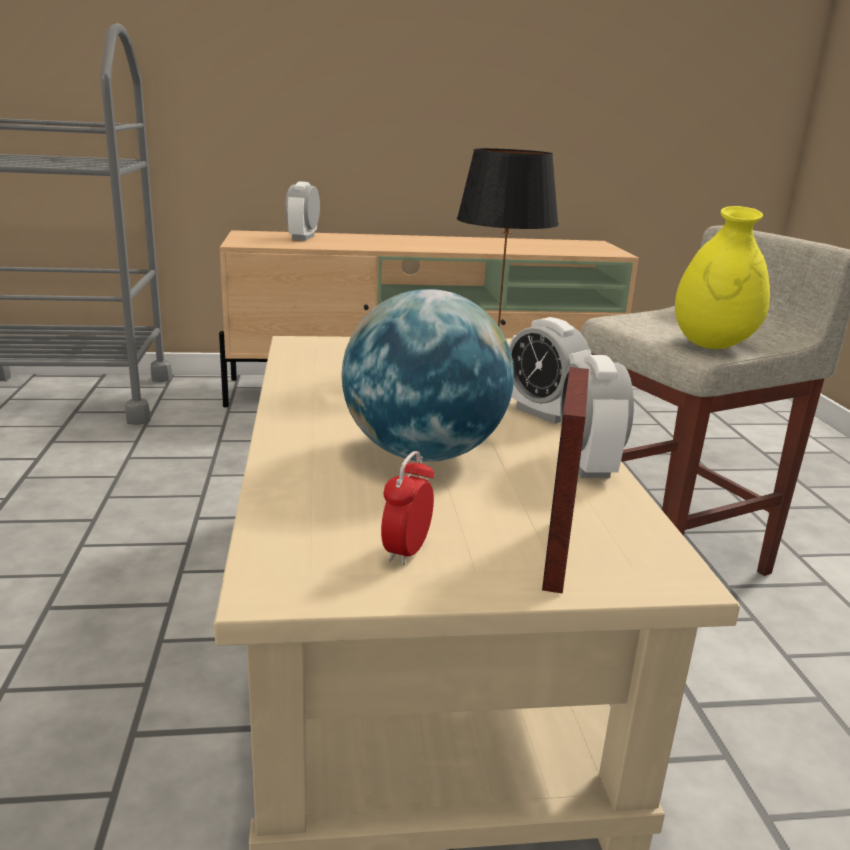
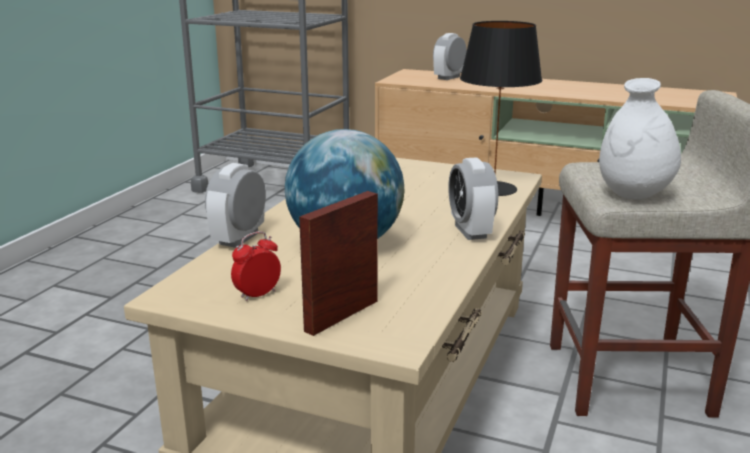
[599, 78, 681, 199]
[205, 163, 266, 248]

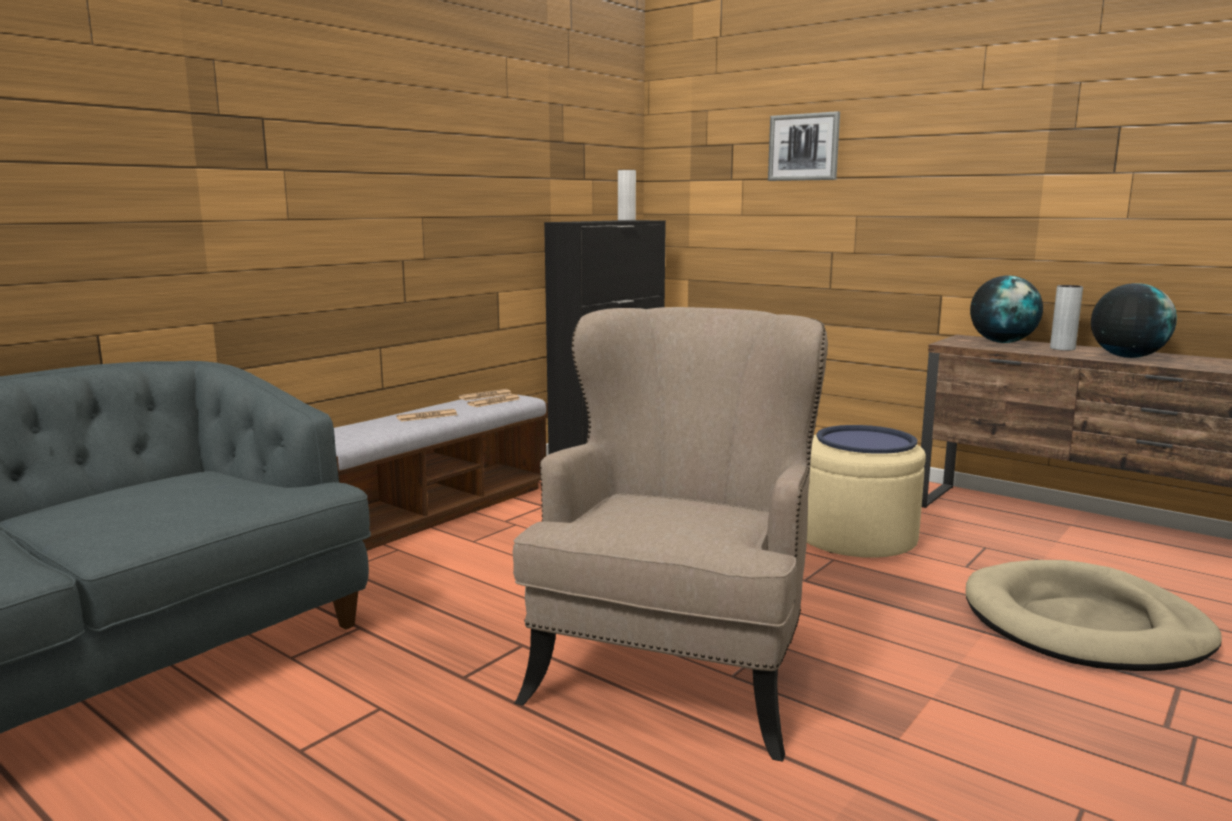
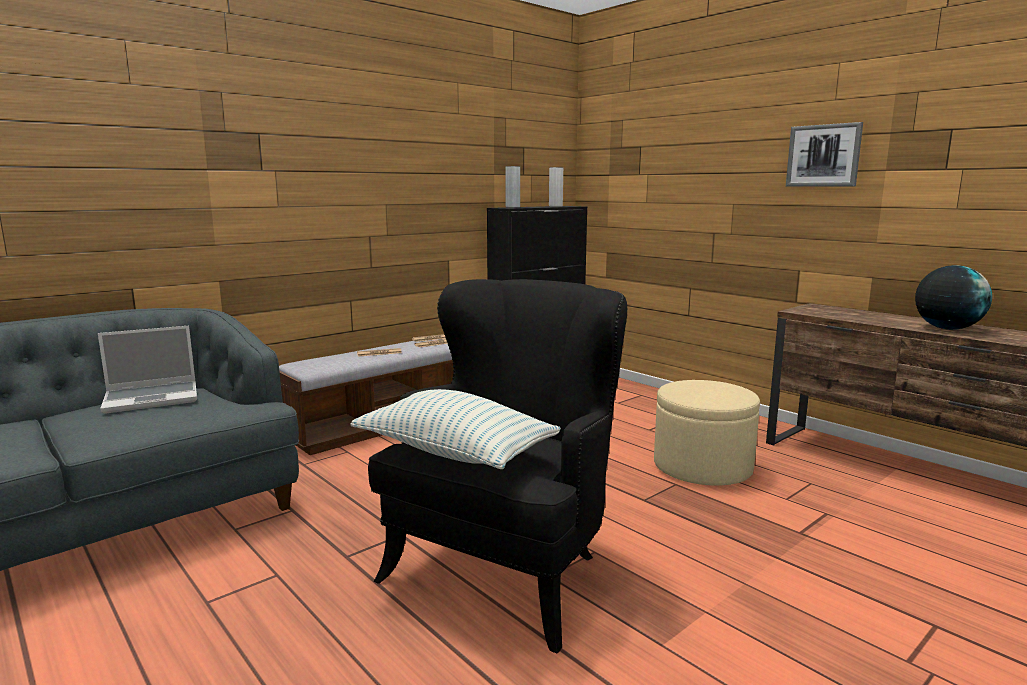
[786, 122, 863, 187]
[970, 276, 1043, 343] (first image)
[505, 166, 520, 208]
[368, 279, 627, 653]
[816, 425, 917, 454] (first image)
[966, 560, 1222, 671] (first image)
[98, 326, 197, 414]
[350, 389, 561, 469]

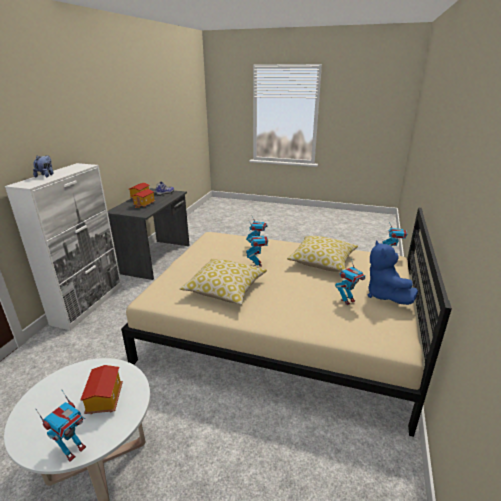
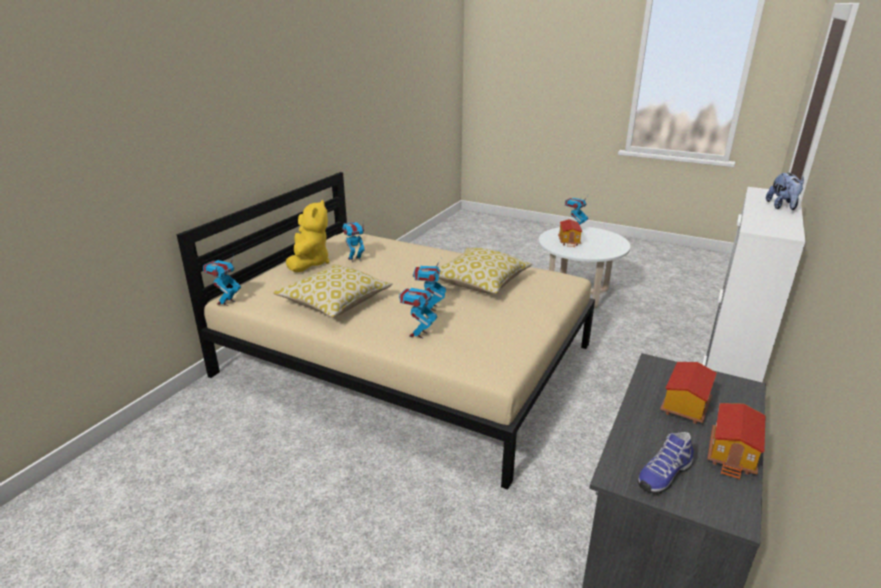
[286, 200, 329, 272]

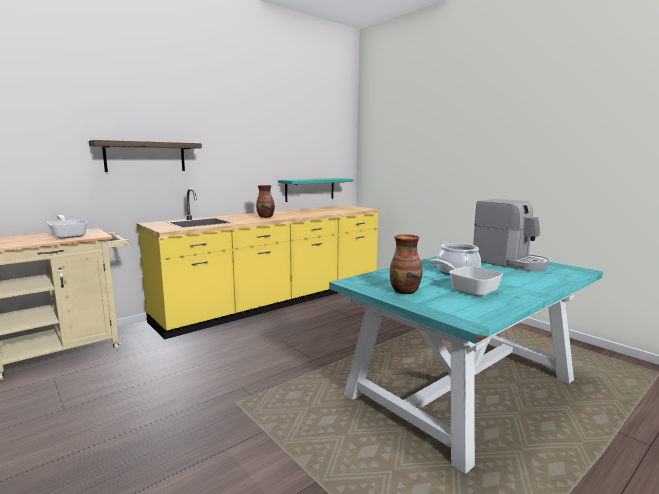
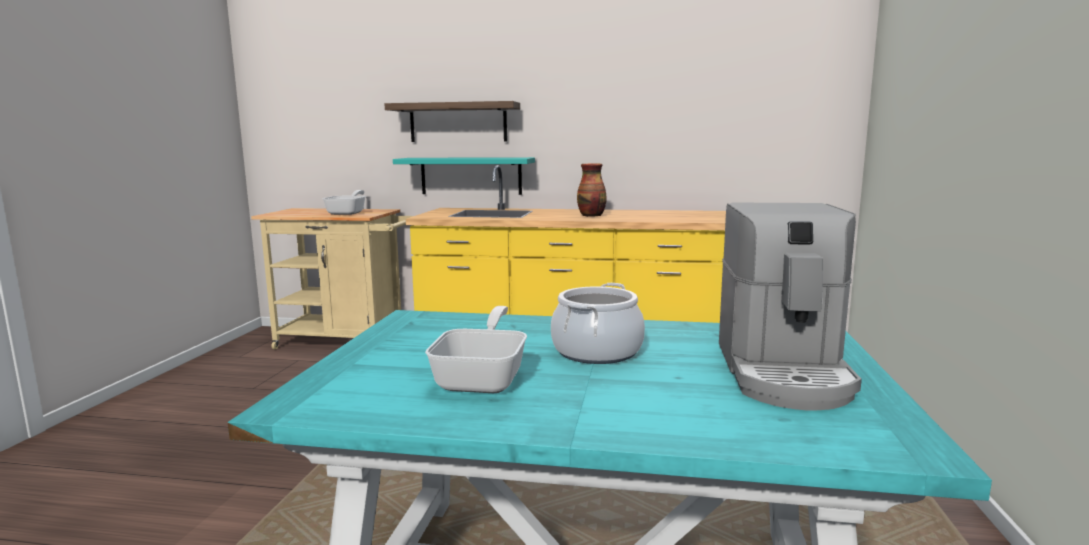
[393, 157, 535, 195]
[390, 234, 422, 295] (first image)

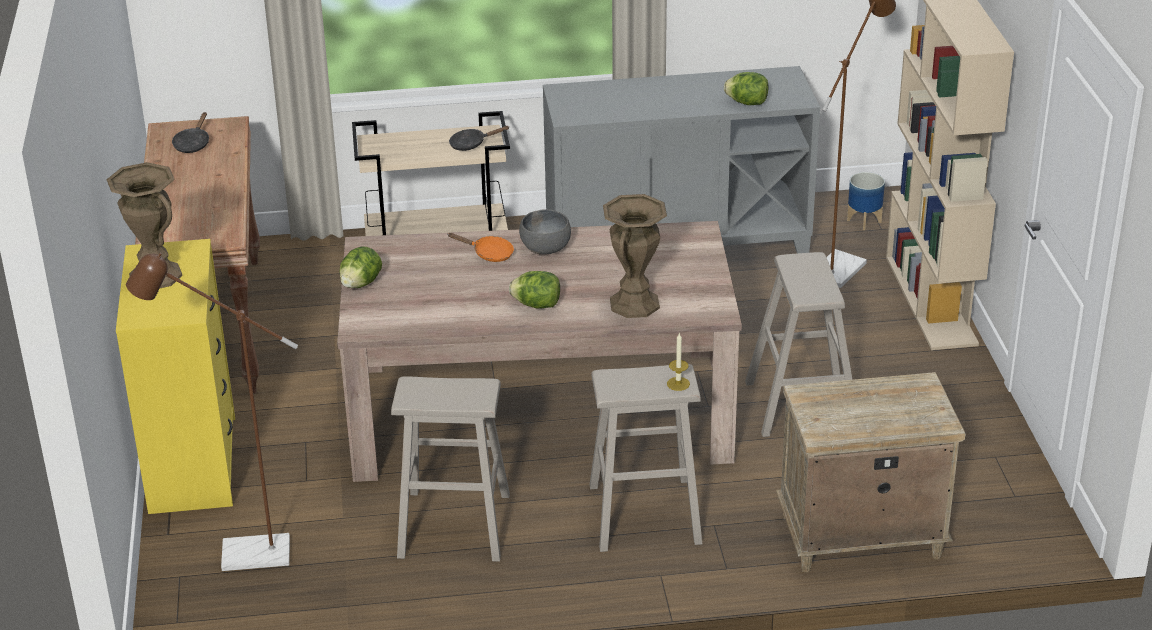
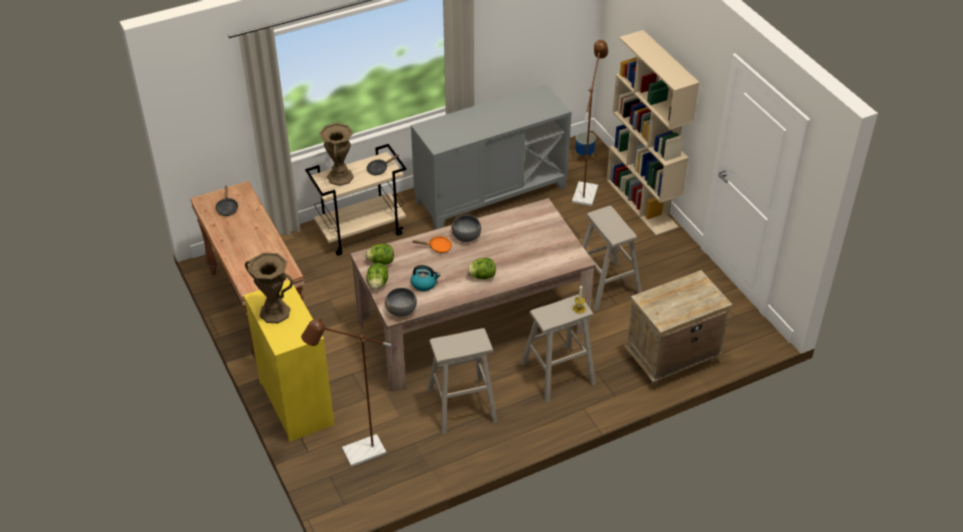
[365, 244, 394, 265]
[319, 123, 354, 186]
[411, 265, 440, 291]
[385, 288, 417, 317]

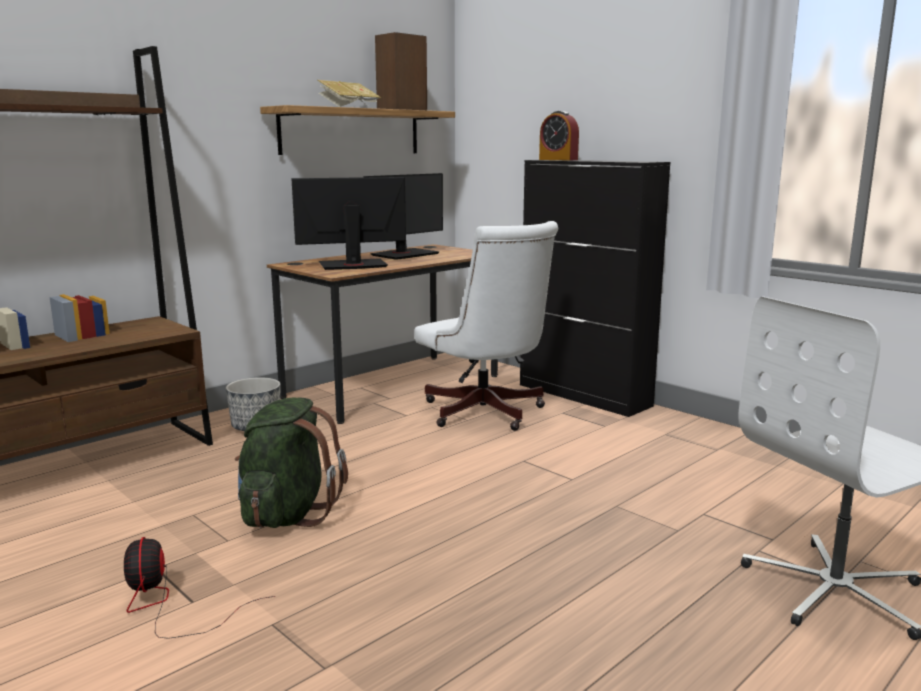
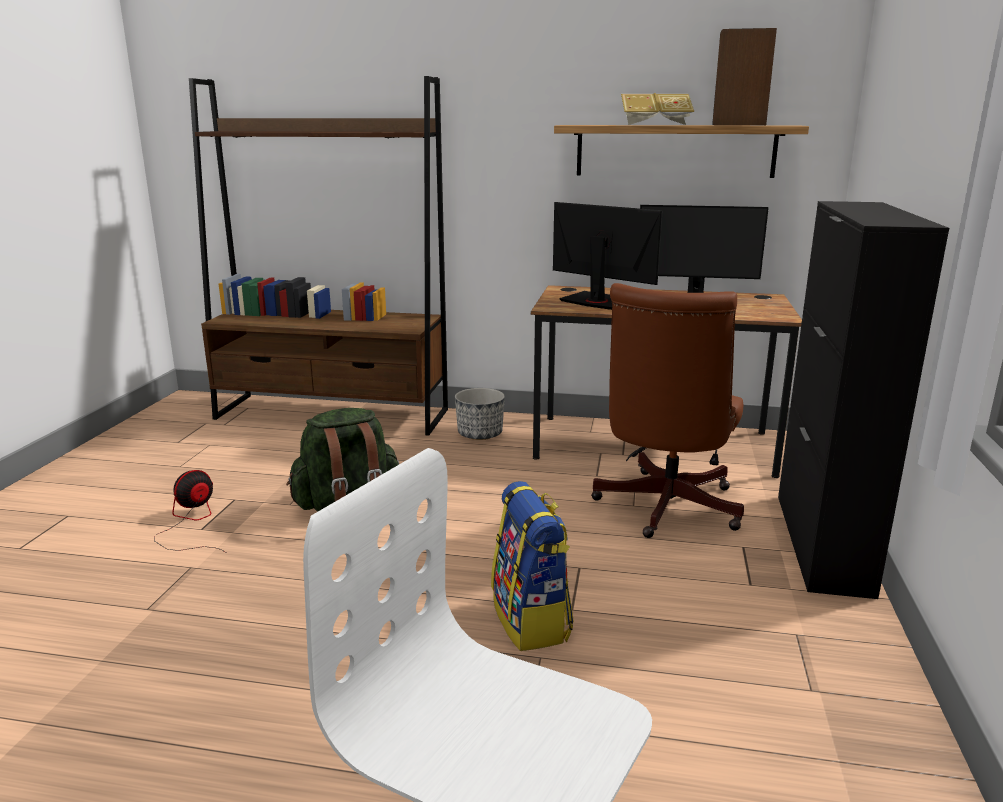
[539, 111, 579, 160] (first image)
[591, 283, 744, 538]
[491, 481, 574, 651]

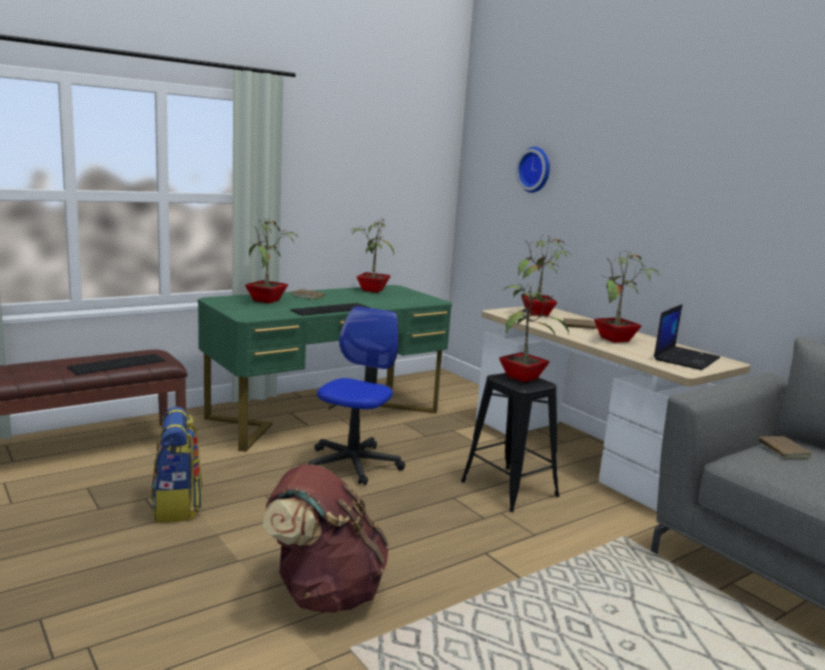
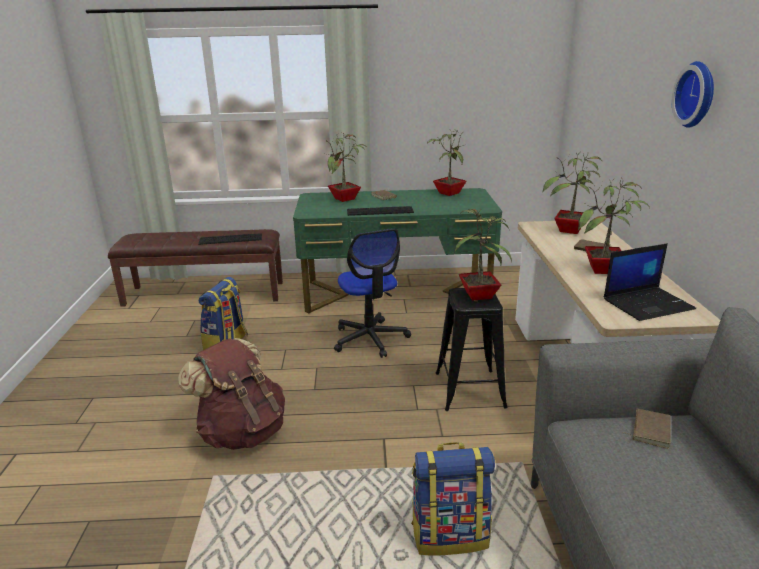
[672, 61, 714, 128]
[334, 229, 411, 358]
[411, 442, 495, 555]

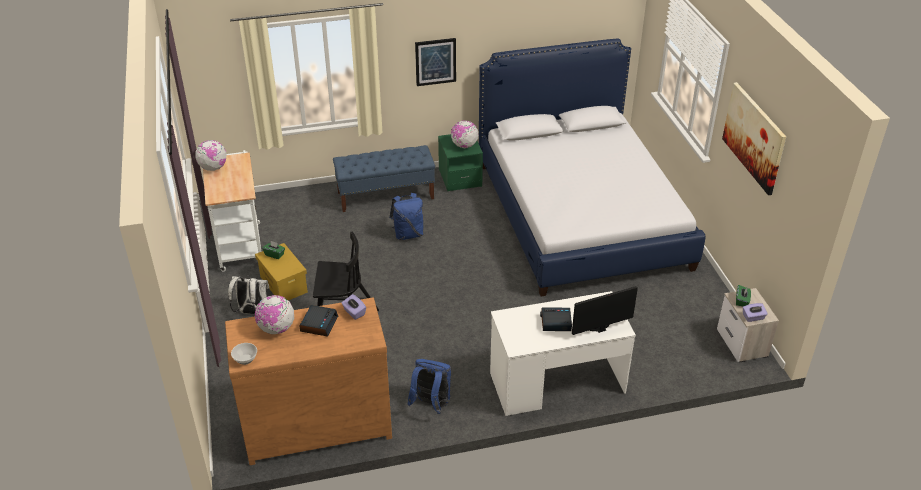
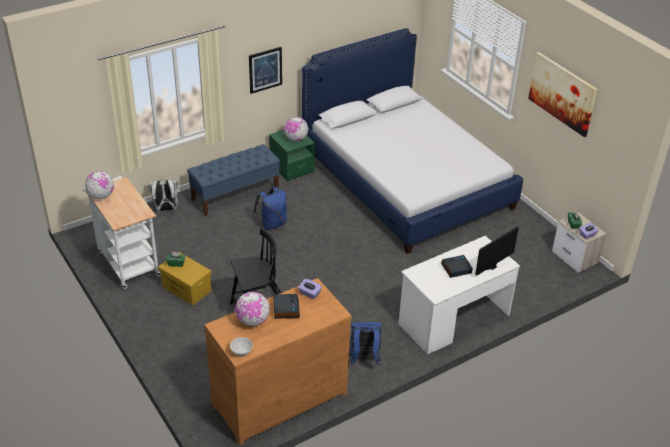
[148, 179, 178, 211]

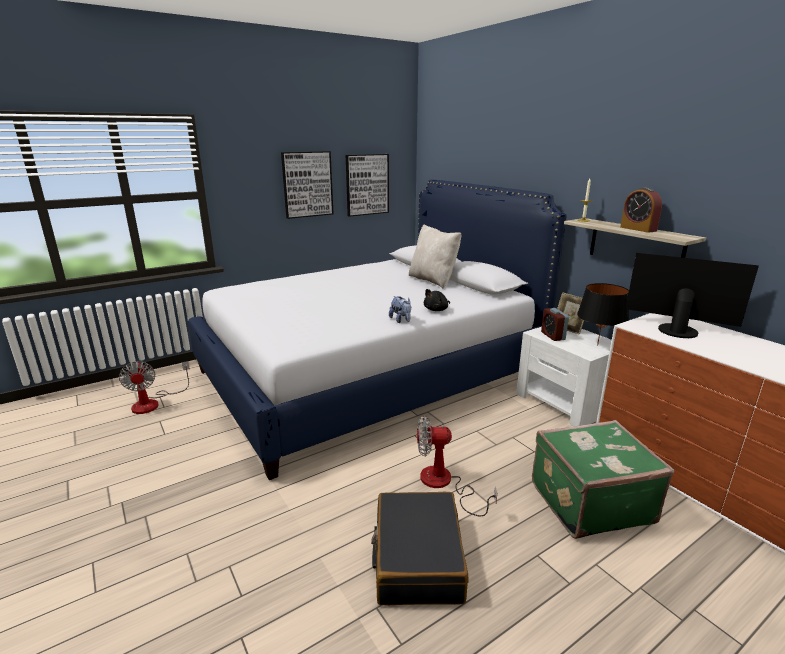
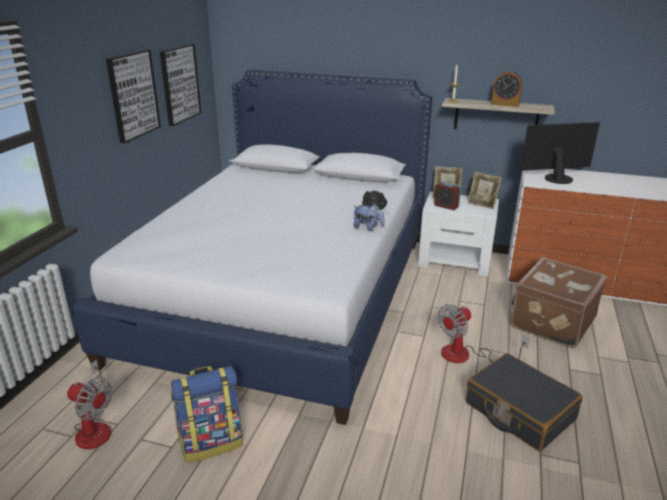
[409, 224, 461, 289] (first image)
[468, 172, 502, 209]
[510, 257, 607, 348]
[171, 366, 243, 463]

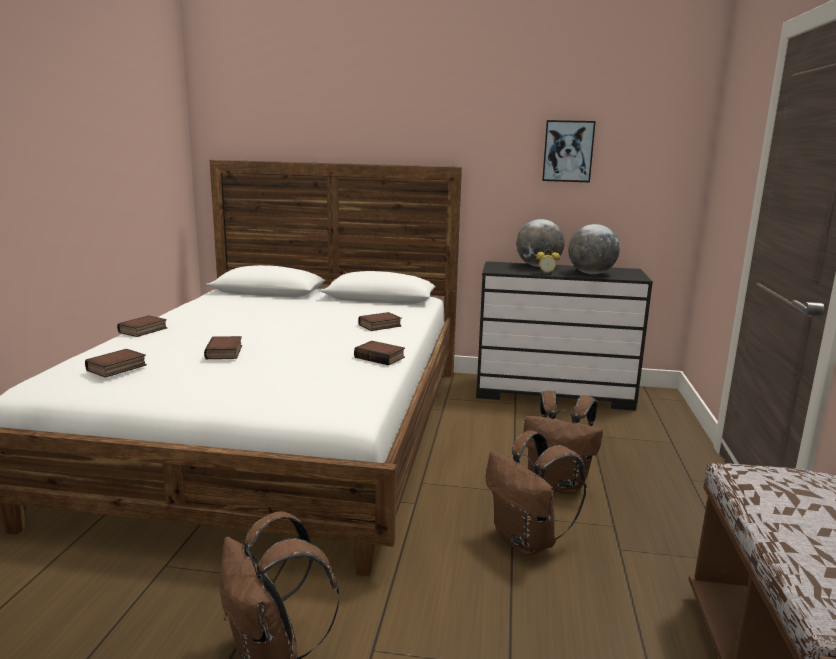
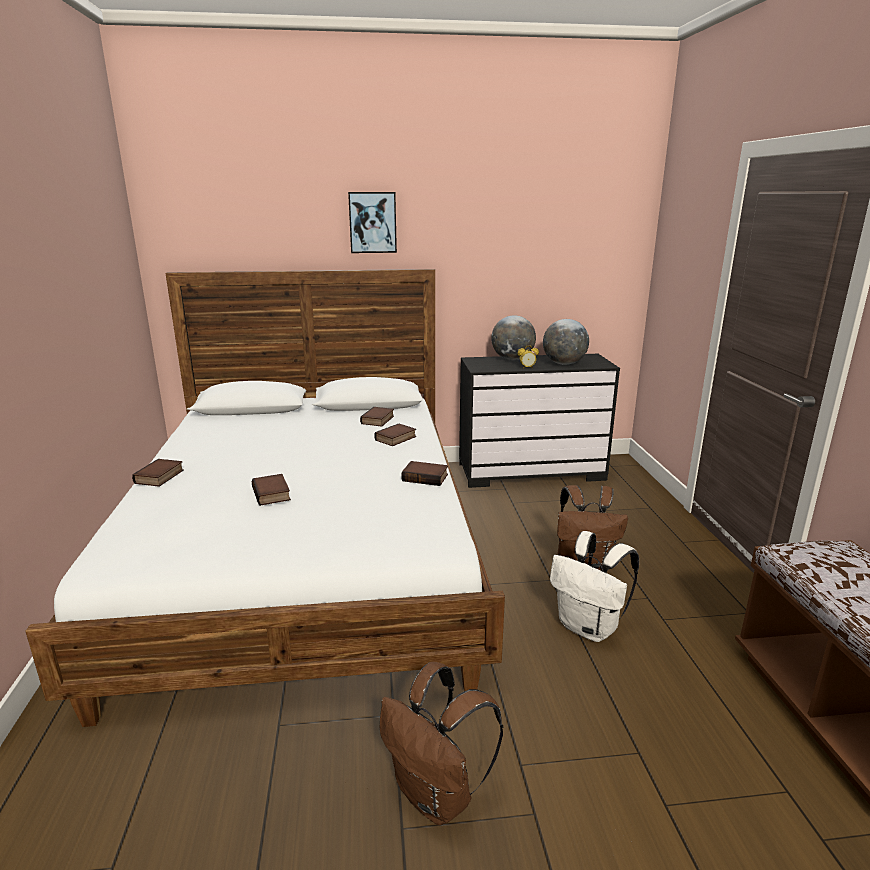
[348, 192, 397, 253]
[360, 407, 394, 427]
[550, 531, 639, 642]

